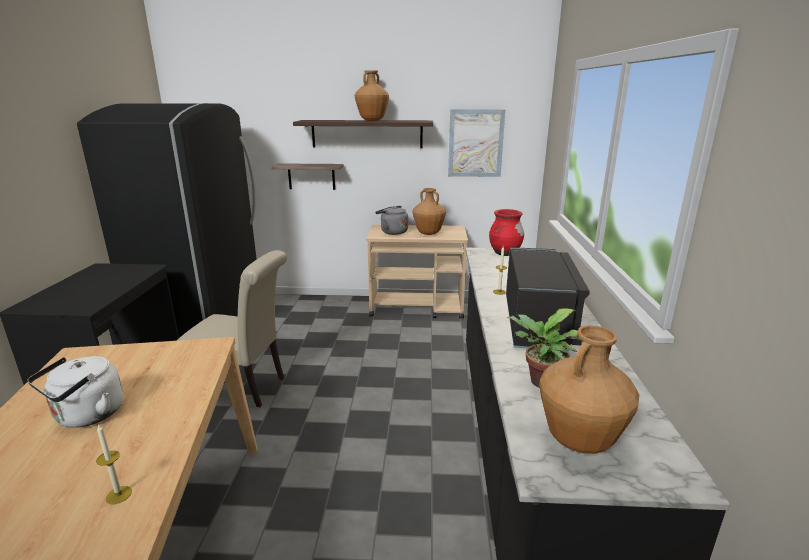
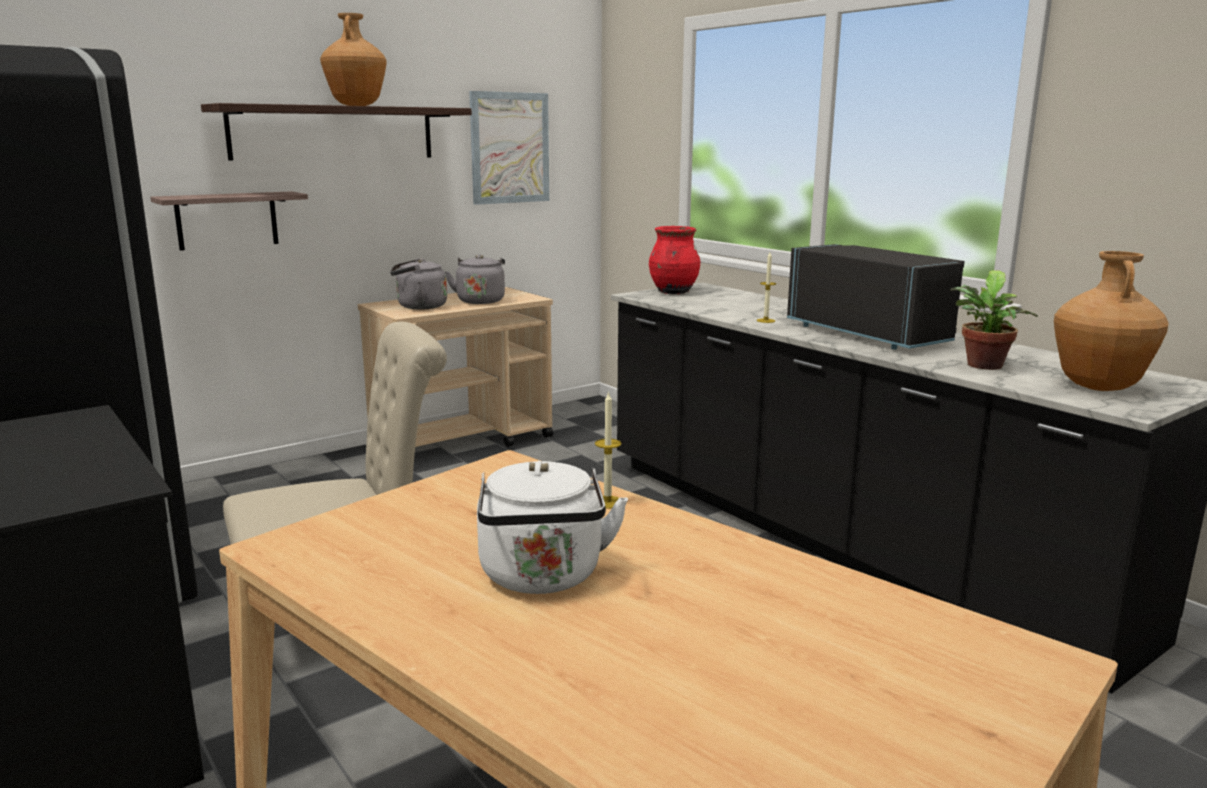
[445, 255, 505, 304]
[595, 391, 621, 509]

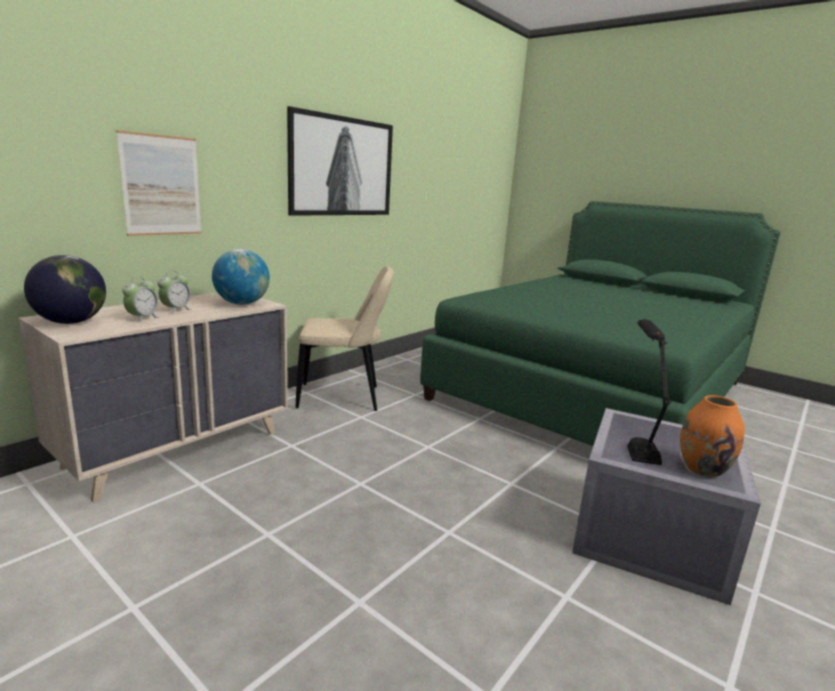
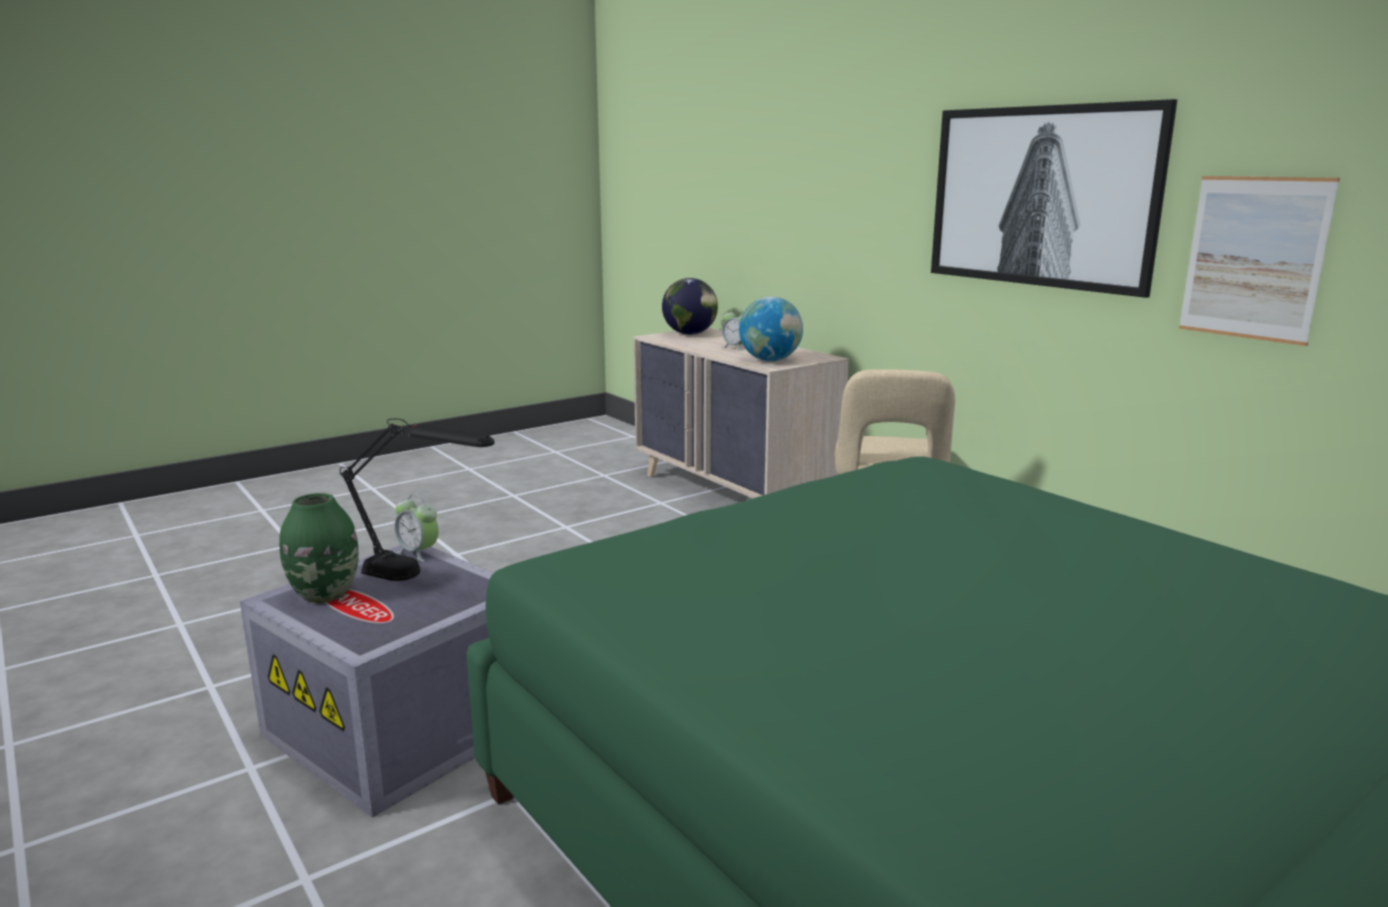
[1179, 176, 1340, 346]
[394, 494, 439, 562]
[280, 493, 359, 603]

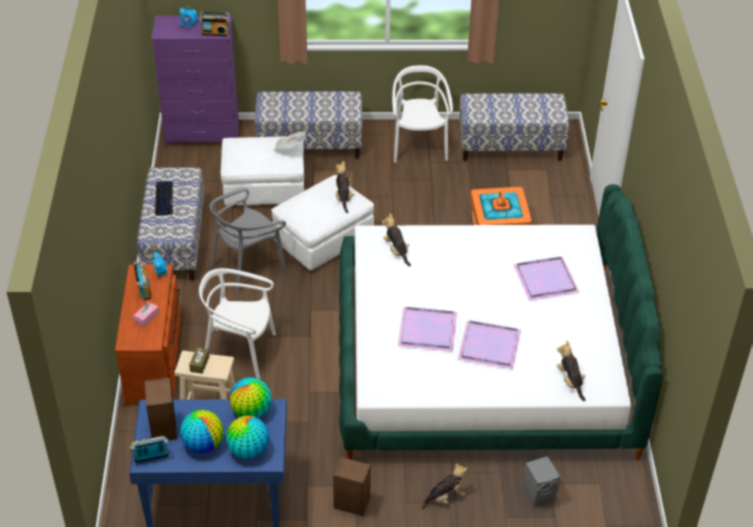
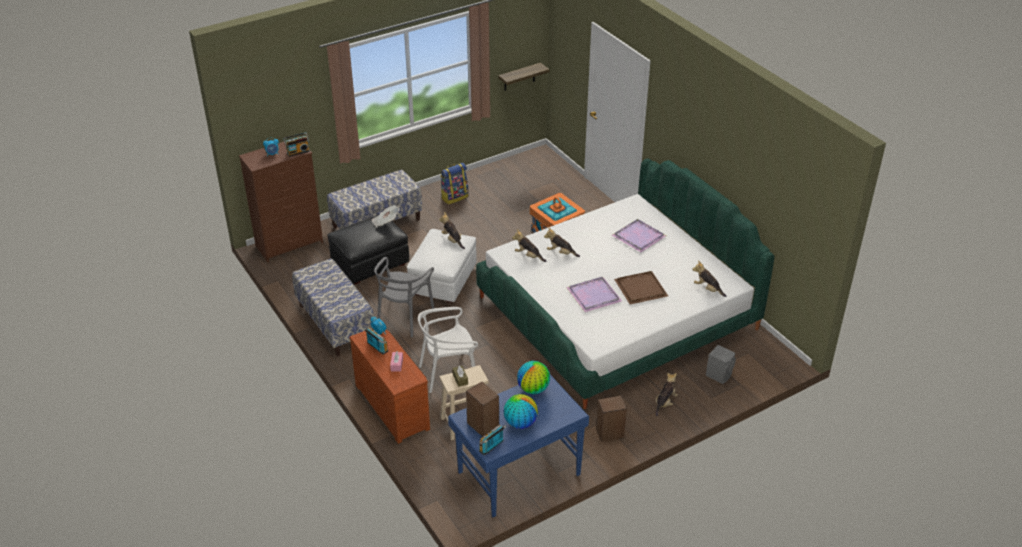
[239, 137, 323, 262]
[441, 163, 468, 205]
[459, 93, 570, 161] (first image)
[327, 214, 409, 284]
[155, 181, 173, 216] (first image)
[614, 271, 668, 305]
[226, 416, 270, 459] (first image)
[498, 63, 550, 91]
[544, 227, 580, 257]

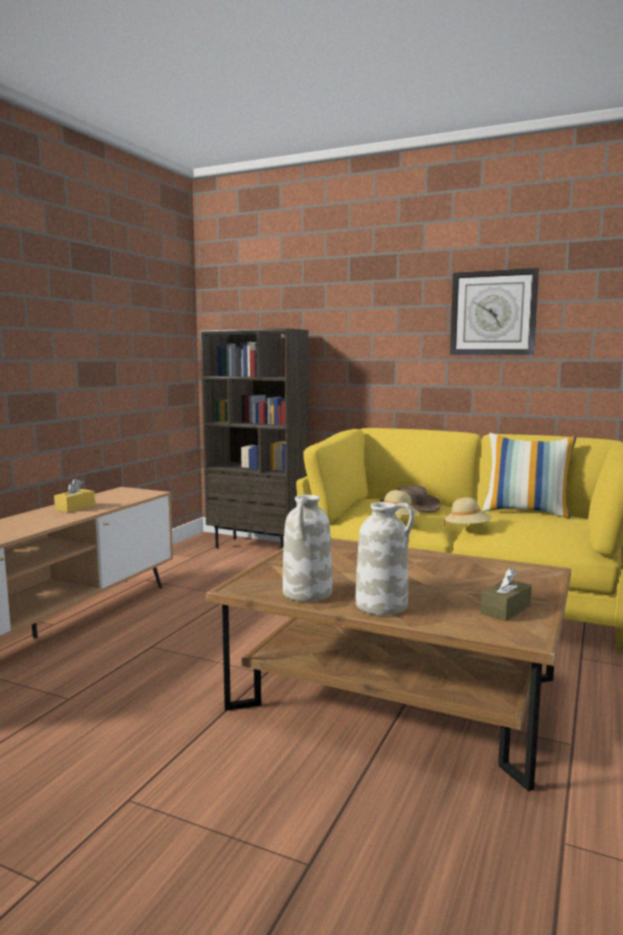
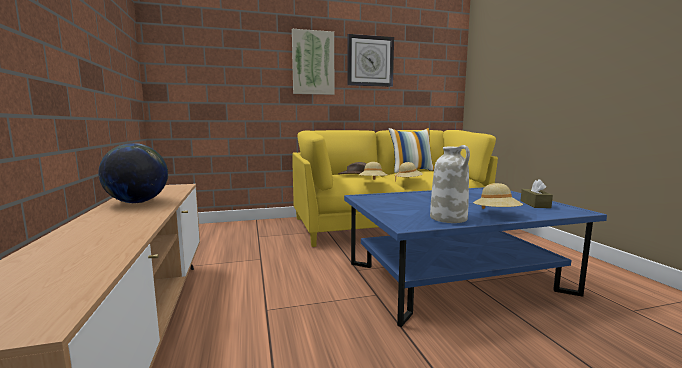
[200, 328, 308, 549] (first image)
[98, 143, 168, 203]
[473, 183, 523, 209]
[344, 187, 607, 327]
[292, 29, 334, 95]

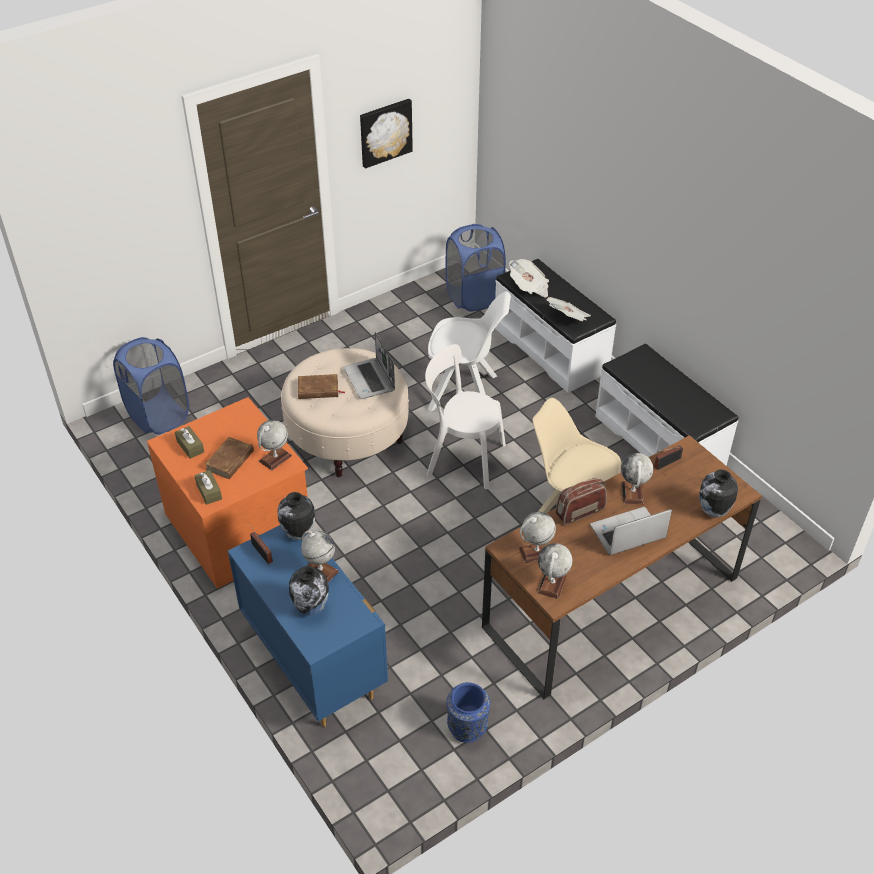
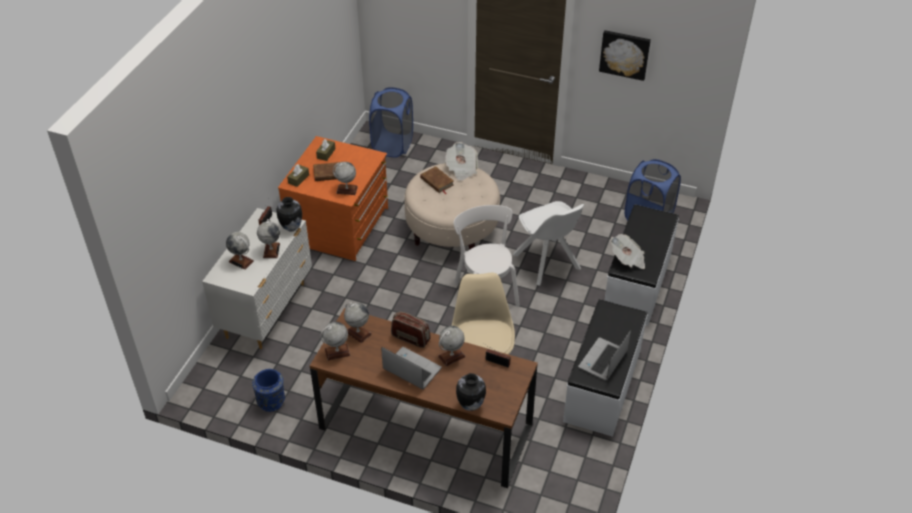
[445, 142, 478, 181]
[578, 330, 631, 381]
[202, 208, 312, 349]
[226, 232, 254, 270]

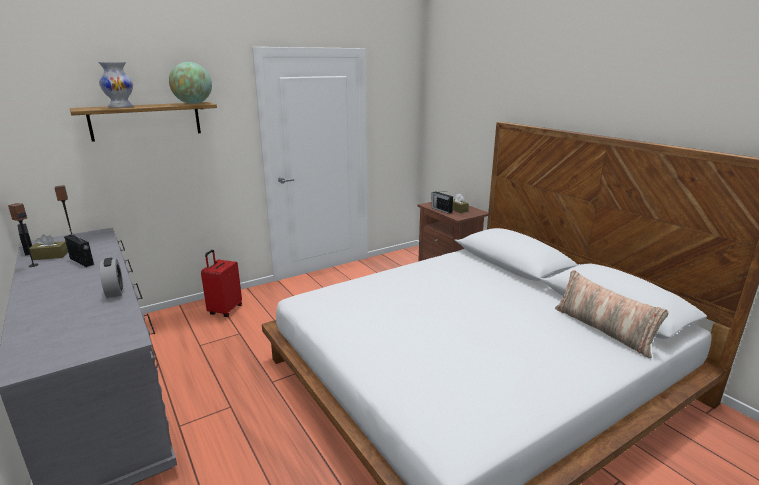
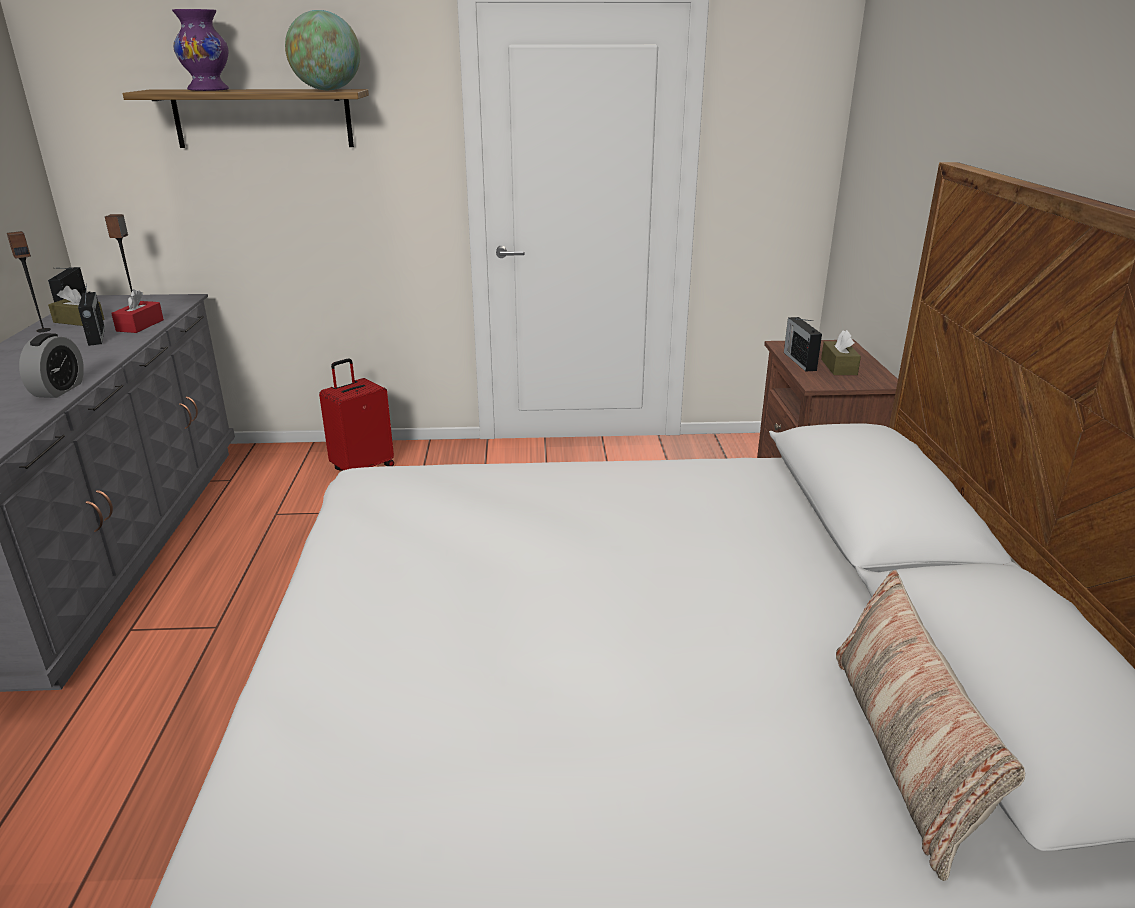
[172, 9, 229, 91]
[111, 289, 164, 333]

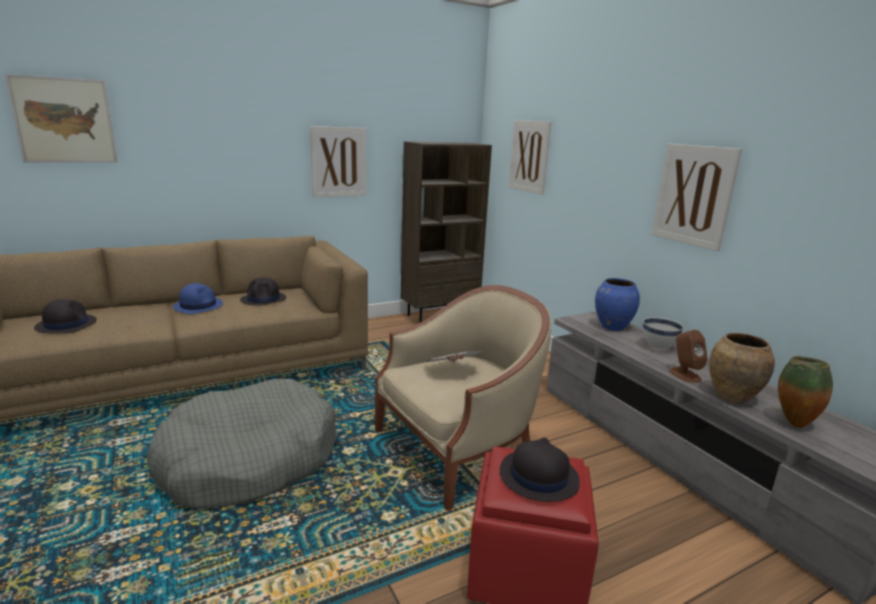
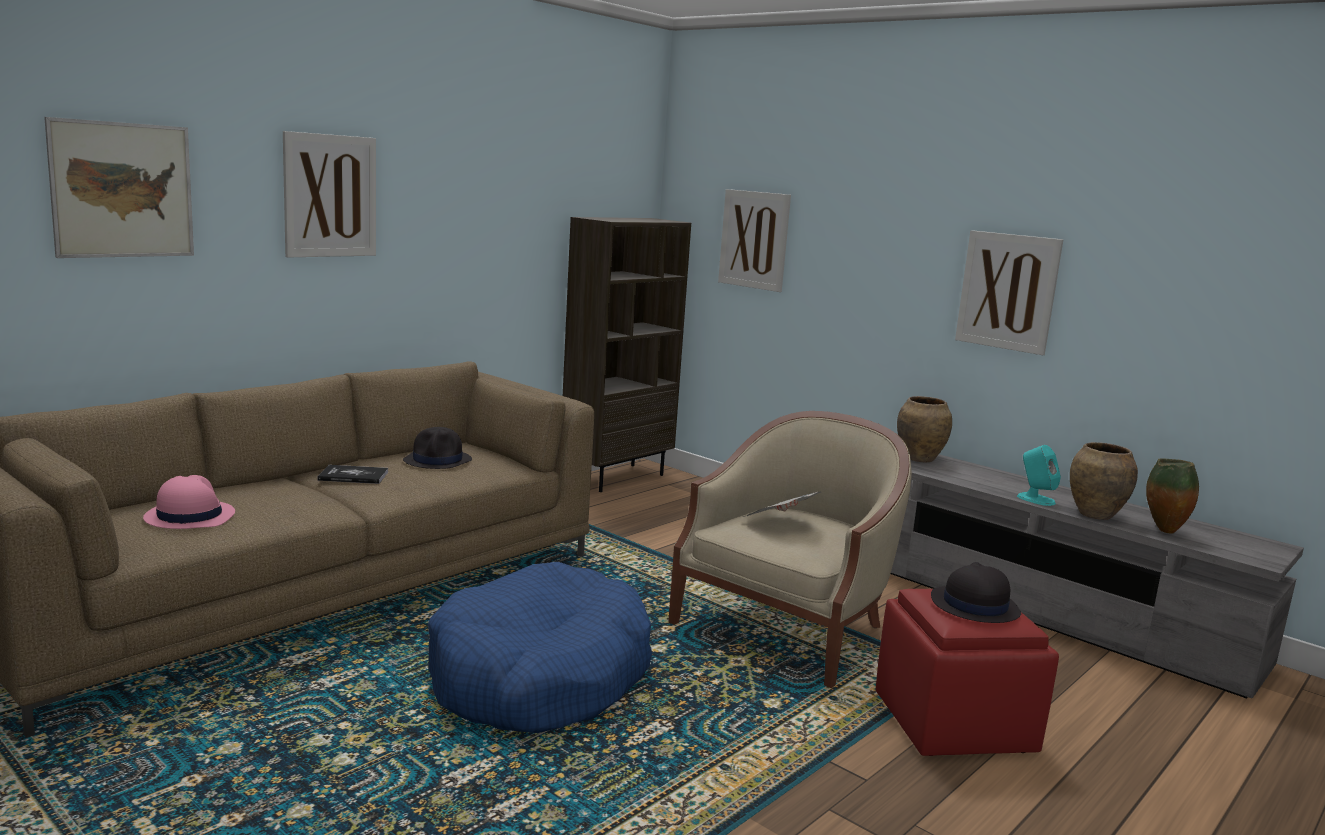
[283, 131, 376, 257]
[897, 396, 952, 463]
[318, 465, 388, 484]
[143, 475, 235, 529]
[643, 317, 684, 349] (first image)
[1017, 445, 1061, 506]
[428, 562, 652, 733]

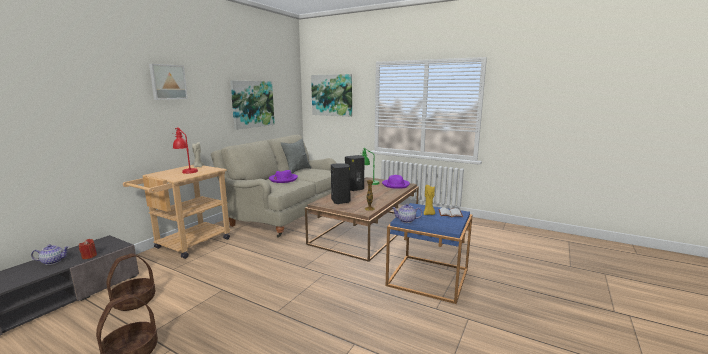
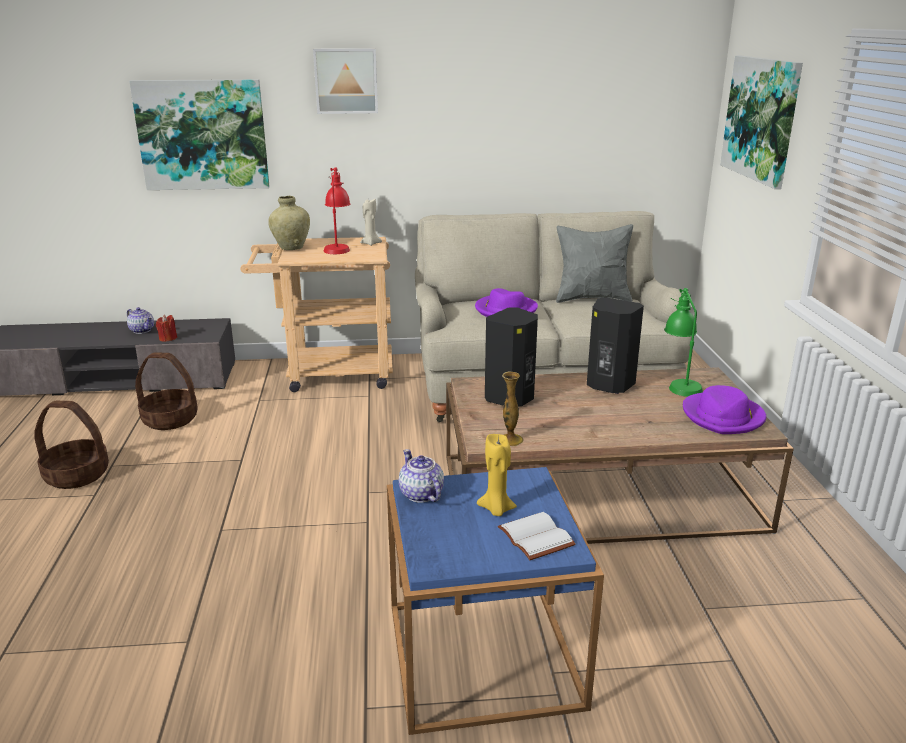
[129, 79, 270, 190]
[268, 196, 310, 250]

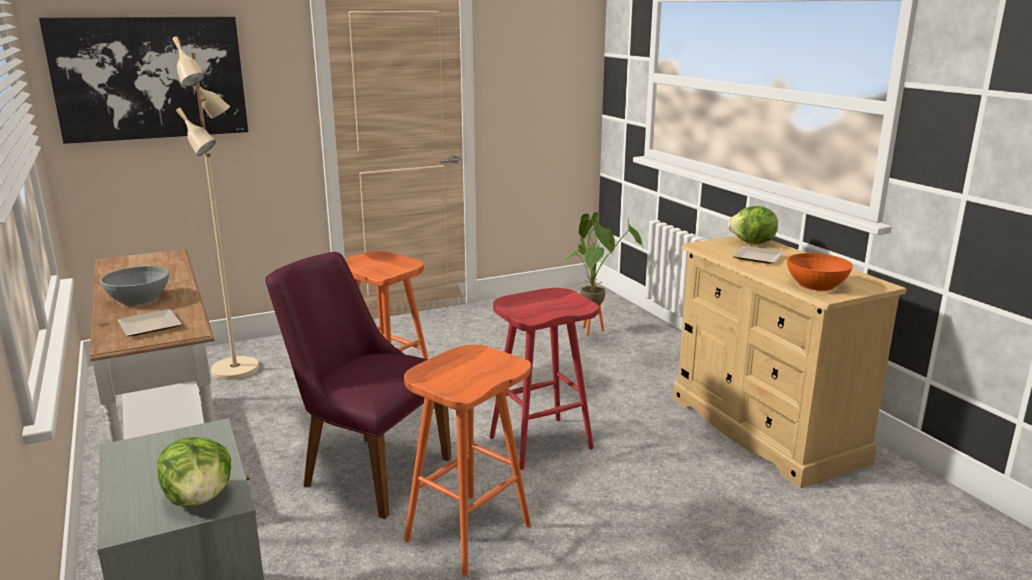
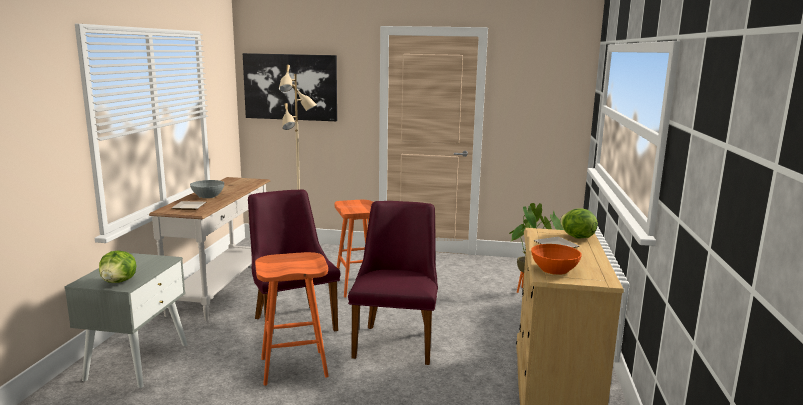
[348, 201, 438, 365]

